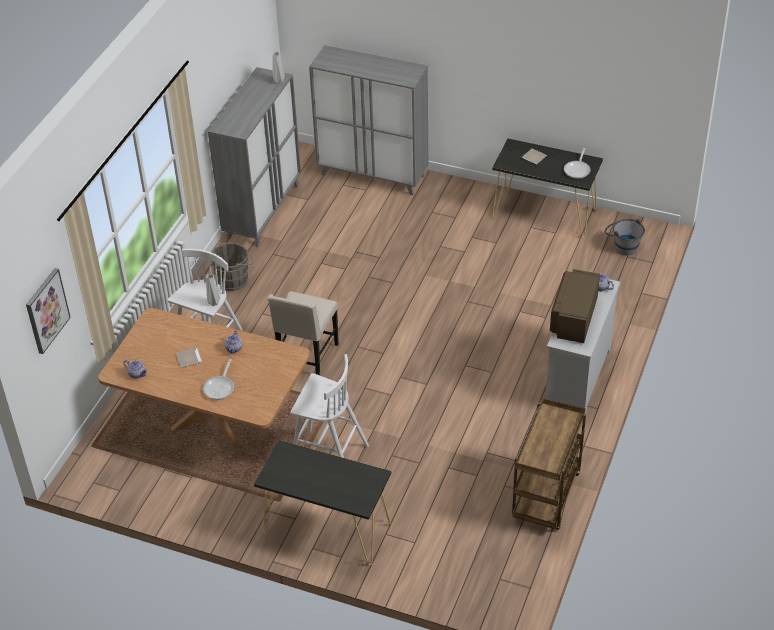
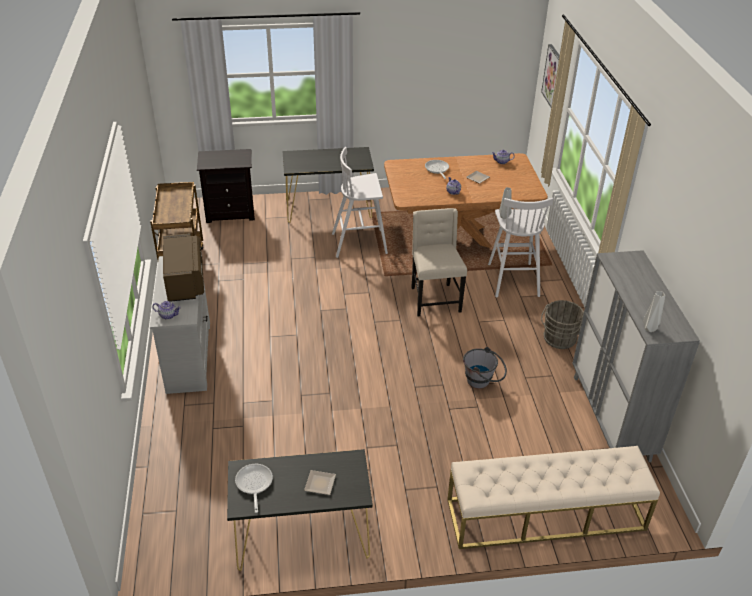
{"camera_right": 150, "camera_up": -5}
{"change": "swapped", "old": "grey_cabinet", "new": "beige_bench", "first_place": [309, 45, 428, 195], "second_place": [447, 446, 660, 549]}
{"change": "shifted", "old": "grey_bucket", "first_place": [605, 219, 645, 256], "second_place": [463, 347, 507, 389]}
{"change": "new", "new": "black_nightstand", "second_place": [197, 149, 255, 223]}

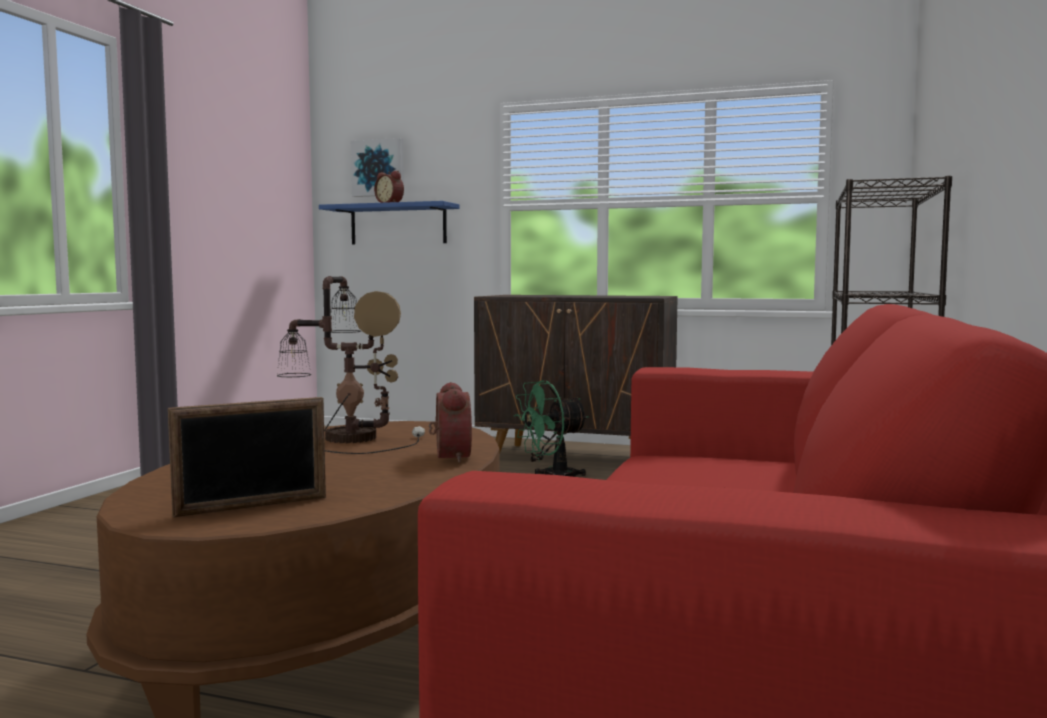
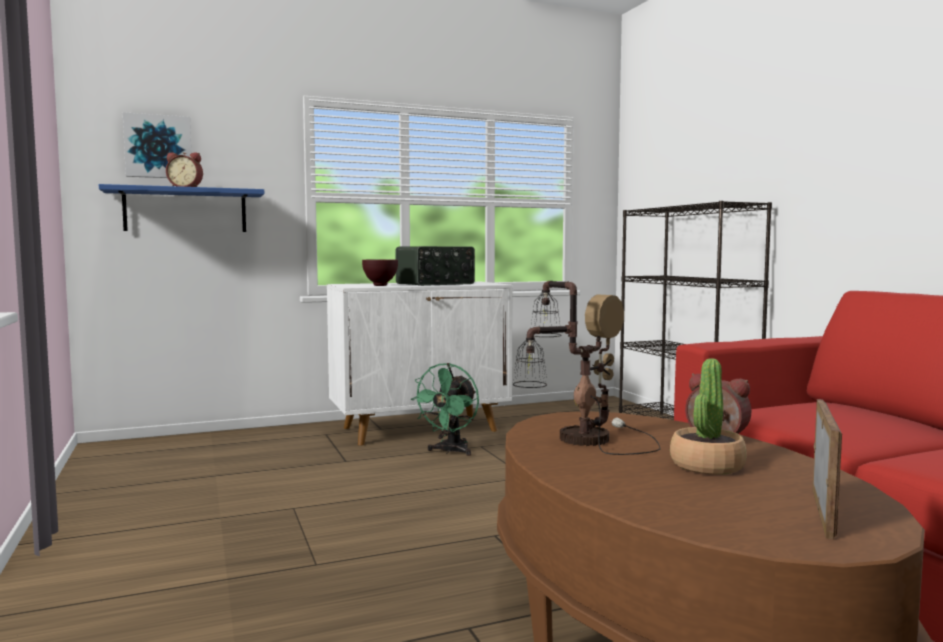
{"camera_right": -40, "camera_up": 0}
{"change": "repainted", "old": "brown_cabinet", "new": "white_cabinet", "first_place": [474, 295, 678, 454], "second_place": [327, 282, 513, 445]}
{"change": "new", "new": "radio", "second_place": [395, 246, 475, 286]}
{"change": "new", "new": "brown_bowl", "second_place": [362, 260, 398, 286]}
{"change": "new", "new": "potted_plant", "second_place": [670, 358, 747, 475]}

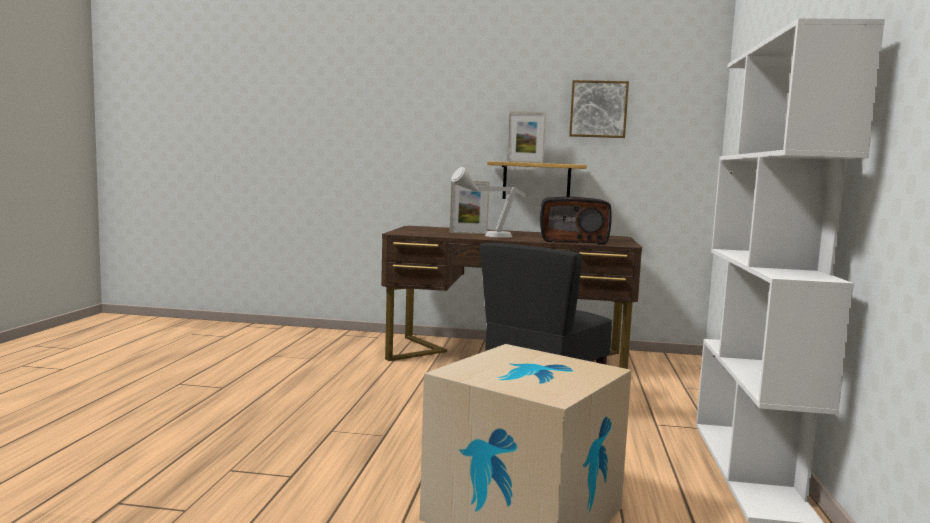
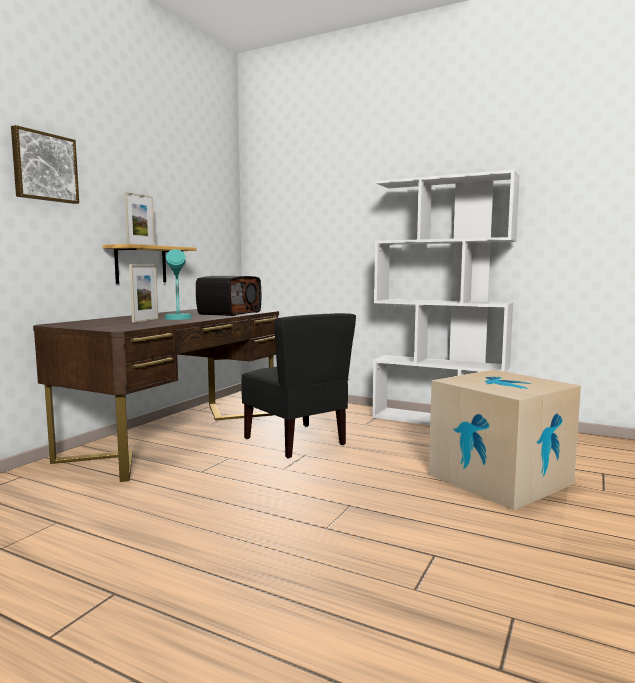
{"camera_right": -70, "camera_up": 0}
{"change": "shifted", "old": "picture", "first_place": [569, 80, 629, 138], "second_place": [11, 125, 79, 204]}
{"change": "repainted", "old": "grey_table_lamp", "new": "turquoise_table_lamp", "first_place": [451, 167, 526, 238], "second_place": [164, 249, 192, 320]}

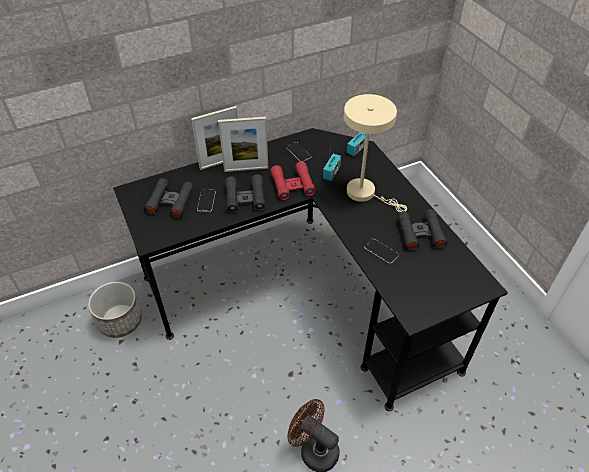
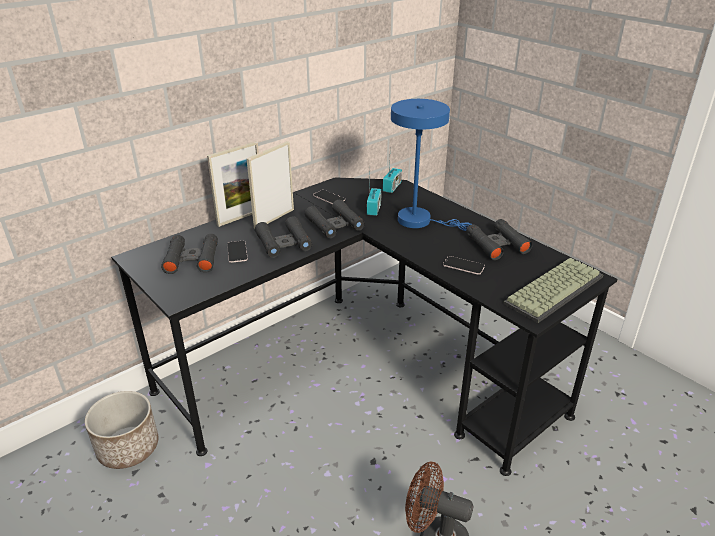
{"camera_right": -15, "camera_up": -15}
{"change": "repainted", "old": "beige_table_lamp", "new": "blue_table_lamp", "first_place": [344, 94, 407, 212], "second_place": [391, 99, 472, 231]}
{"change": "rotated", "old": "picture_frame", "first_place": [218, 117, 269, 172], "second_place": [247, 141, 294, 229], "degrees": 150}
{"change": "repainted", "old": "red_binoculars", "new": "black_binoculars", "first_place": [270, 161, 315, 200], "second_place": [305, 200, 365, 238]}
{"change": "new", "new": "keyboard", "second_place": [503, 258, 603, 323]}

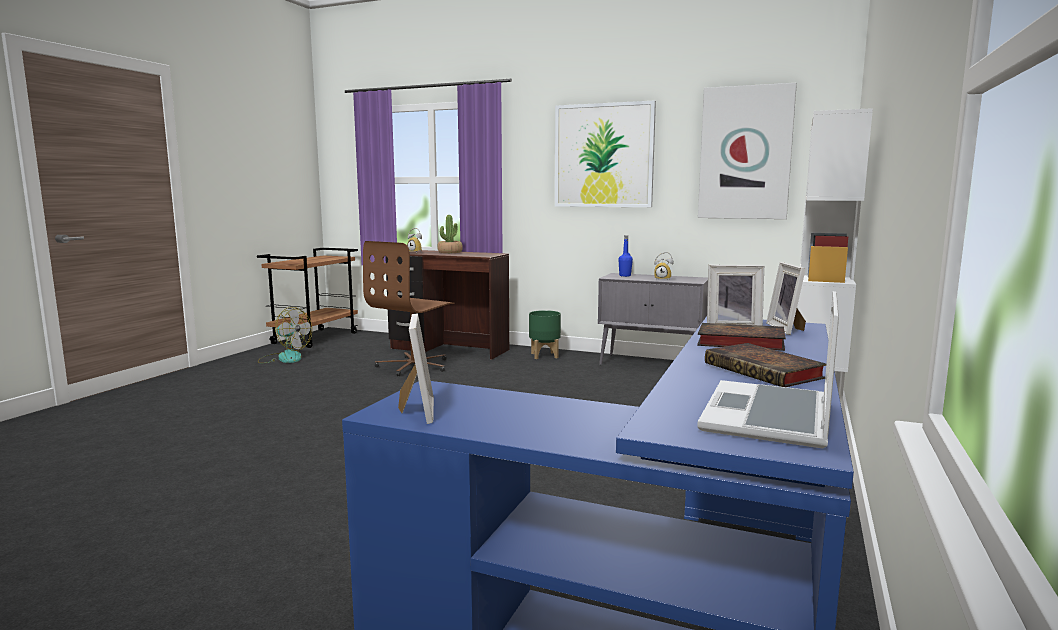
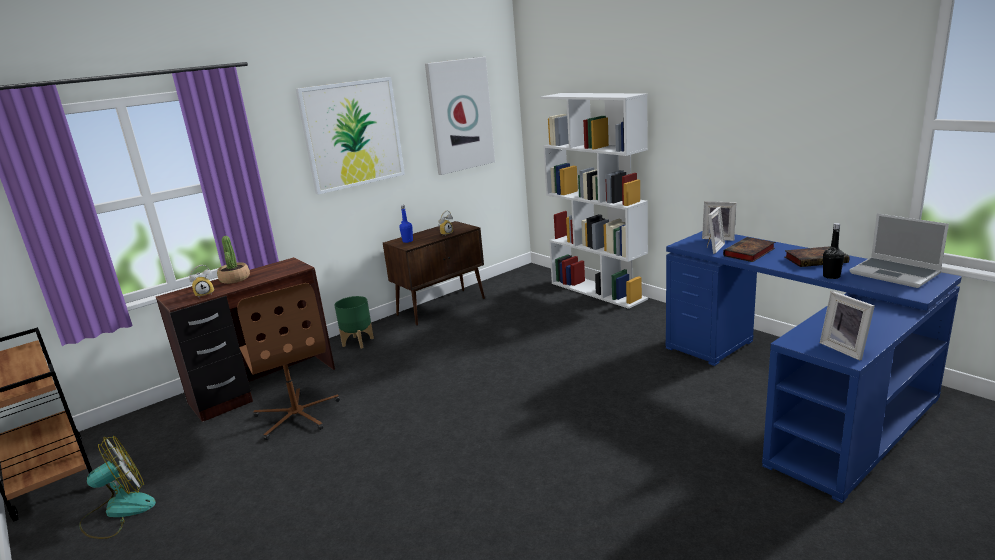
{"camera_right": -60, "camera_up": 10}
{"change": "repainted", "old": "grey_cabinet", "new": "brown_cabinet", "first_place": [598, 273, 708, 365], "second_place": [383, 221, 485, 326]}
{"change": "rotated", "old": "picture_frame", "first_place": [398, 313, 434, 424], "second_place": [820, 291, 875, 361], "degrees": -135}
{"change": "new", "new": "black_bottle", "second_place": [823, 223, 845, 279]}

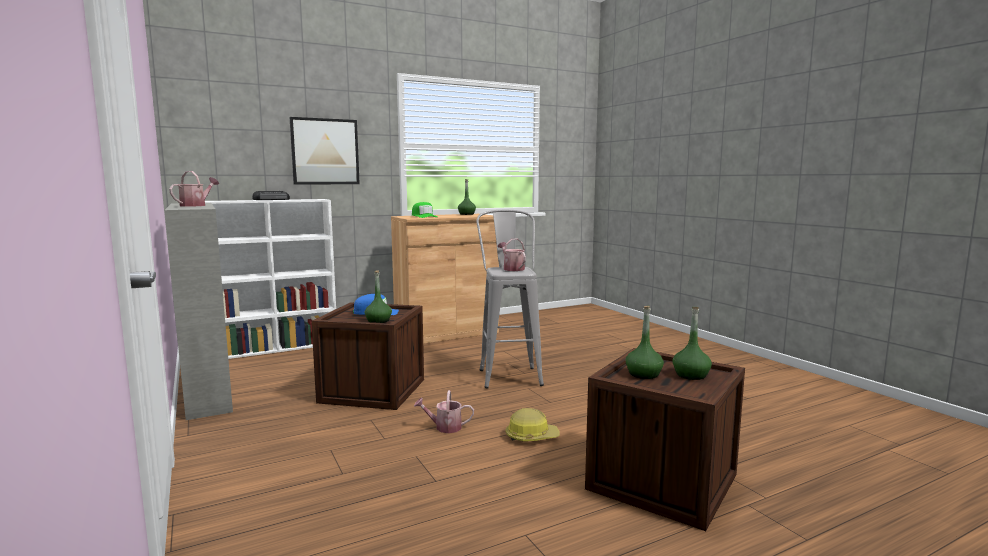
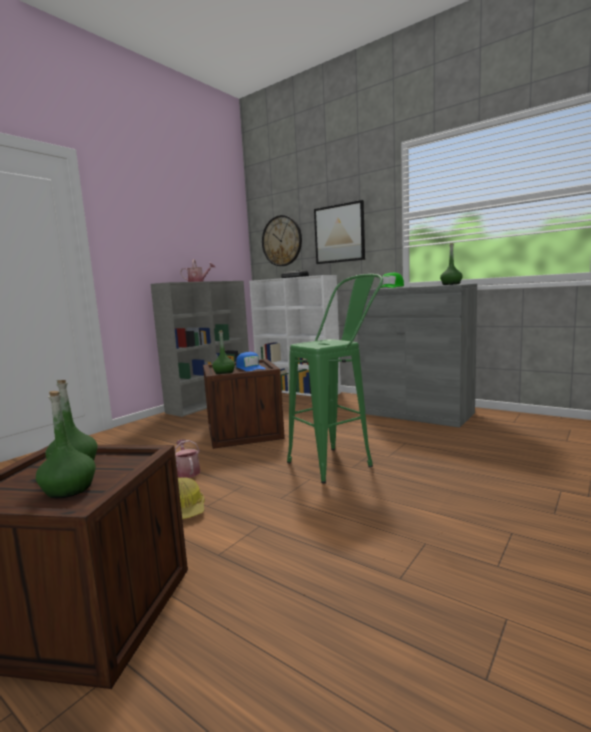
{"camera_right": 65, "camera_up": 0}
{"change": "repainted", "old": "grey_stool", "new": "green_stool", "first_place": [476, 210, 544, 389], "second_place": [287, 274, 383, 483]}
{"change": "repainted", "old": "brown_cabinet", "new": "grey_cabinet", "first_place": [391, 214, 499, 344], "second_place": [357, 284, 477, 428]}
{"change": "gone", "old": "watering_can", "first_place": [498, 239, 526, 271]}
{"change": "new", "new": "wall_clock", "second_place": [262, 215, 302, 266]}

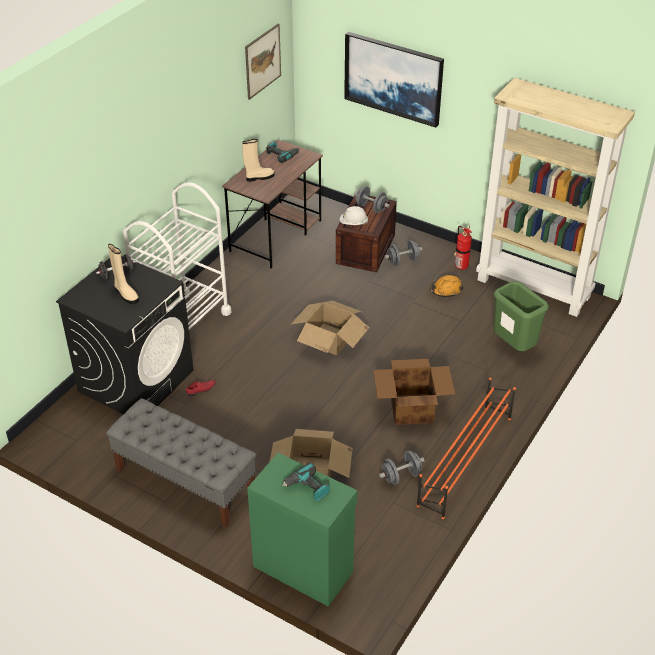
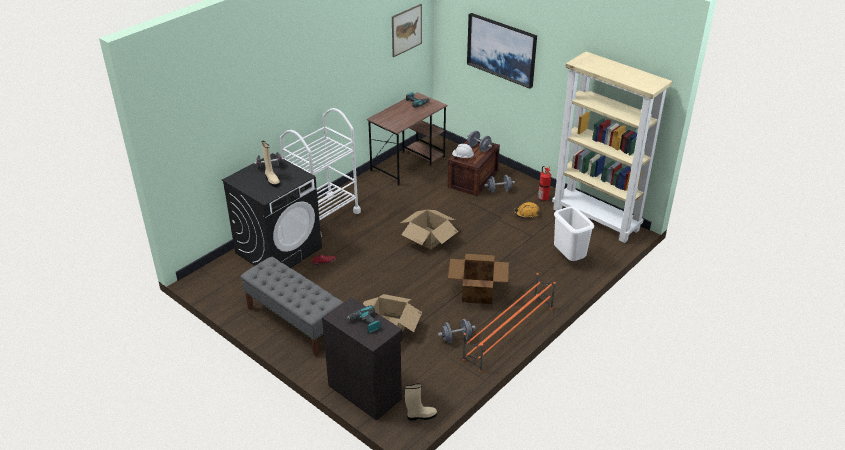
{"camera_right": 10, "camera_up": -5}
{"change": "shifted", "old": "beige_boot", "first_place": [242, 139, 275, 182], "second_place": [405, 383, 437, 420]}
{"change": "repainted", "old": "green_trash_can", "new": "white_trash_can", "first_place": [494, 281, 549, 351], "second_place": [554, 206, 594, 261]}
{"change": "repainted", "old": "green_cabinet", "new": "black_cabinet", "first_place": [247, 453, 357, 607], "second_place": [322, 297, 403, 421]}

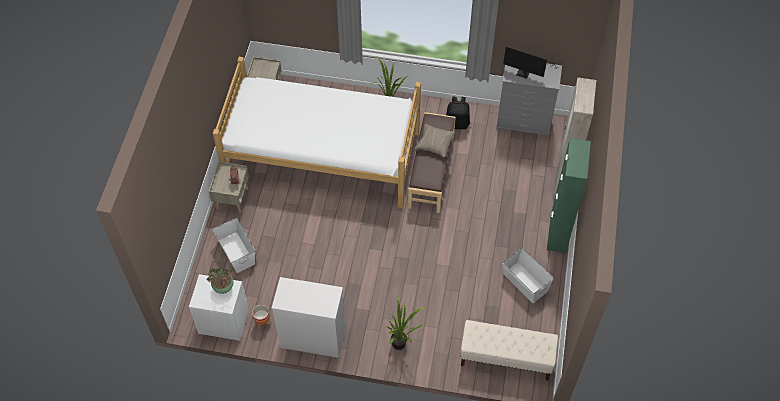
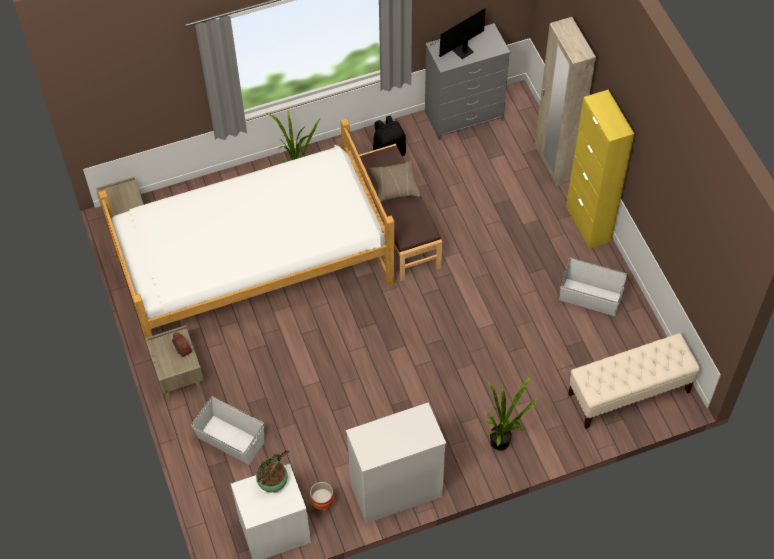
{"camera_right": -30, "camera_up": 0}
{"change": "rotated", "old": "monitor", "first_place": [503, 47, 555, 79], "second_place": [433, 8, 486, 59], "degrees": 150}
{"change": "repainted", "old": "green_cabinet", "new": "yellow_cabinet", "first_place": [547, 138, 591, 253], "second_place": [566, 90, 634, 249]}

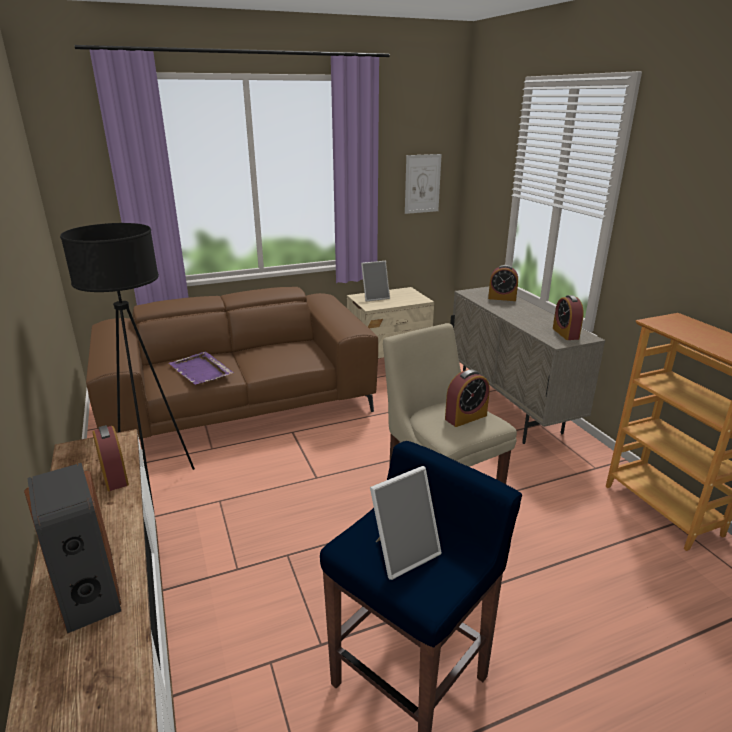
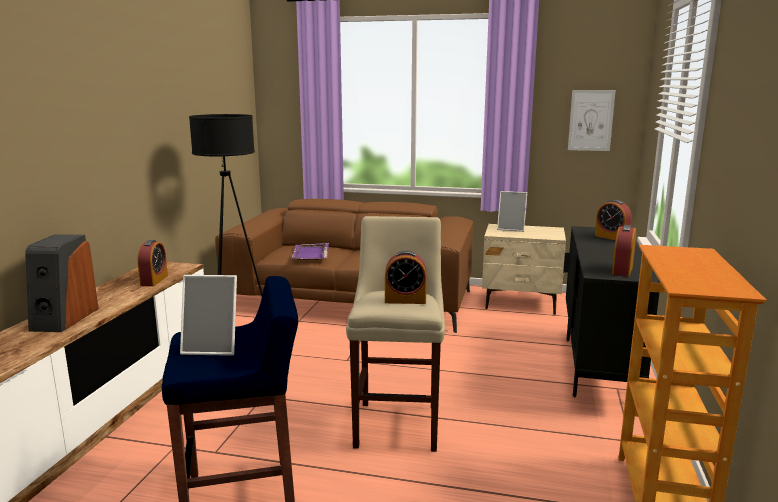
{"camera_right": 35, "camera_up": -10}
{"change": "repainted", "old": "beige_cabinet", "new": "black_cabinet", "first_place": [450, 286, 605, 444], "second_place": [563, 226, 660, 397]}

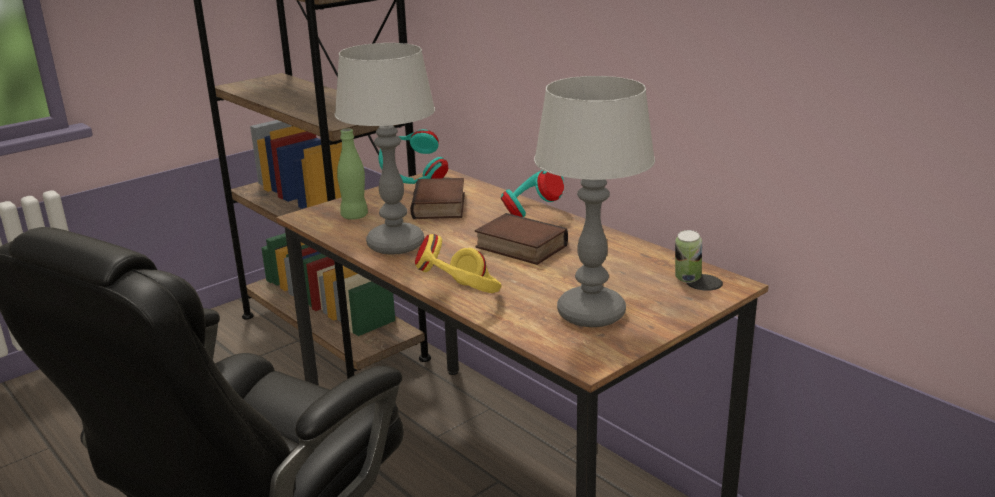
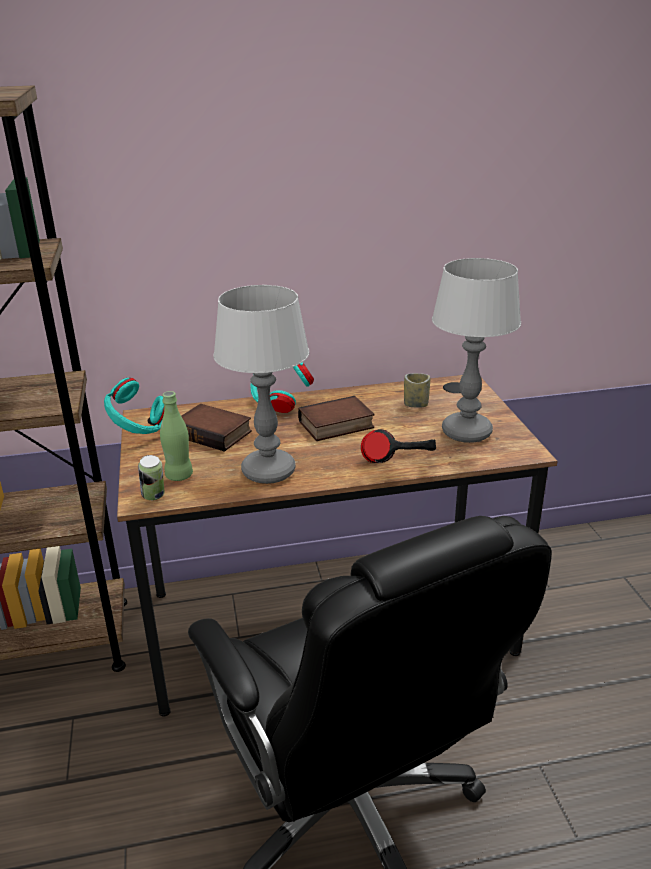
{"camera_right": -60, "camera_up": 5}
{"change": "shifted", "old": "can", "first_place": [675, 230, 702, 283], "second_place": [138, 455, 165, 500]}
{"change": "repainted", "old": "yellow_headphones", "new": "black_headphones", "first_place": [415, 234, 502, 293], "second_place": [361, 429, 436, 463]}
{"change": "new", "new": "cup", "second_place": [404, 373, 430, 407]}

